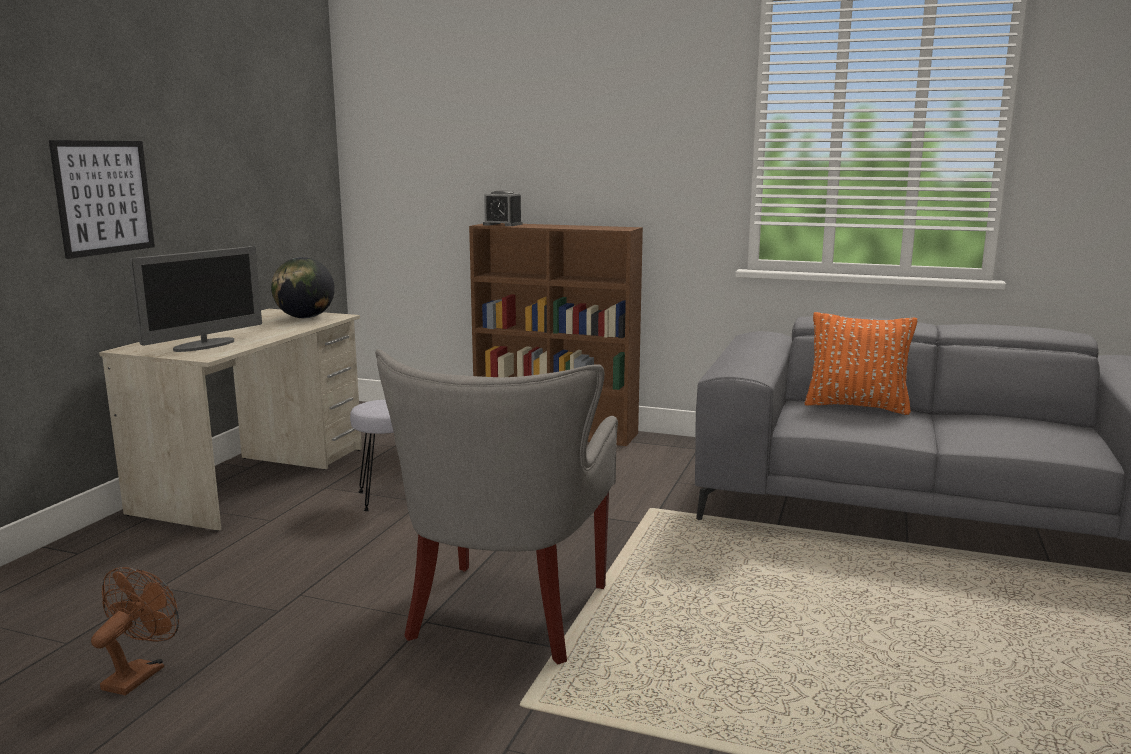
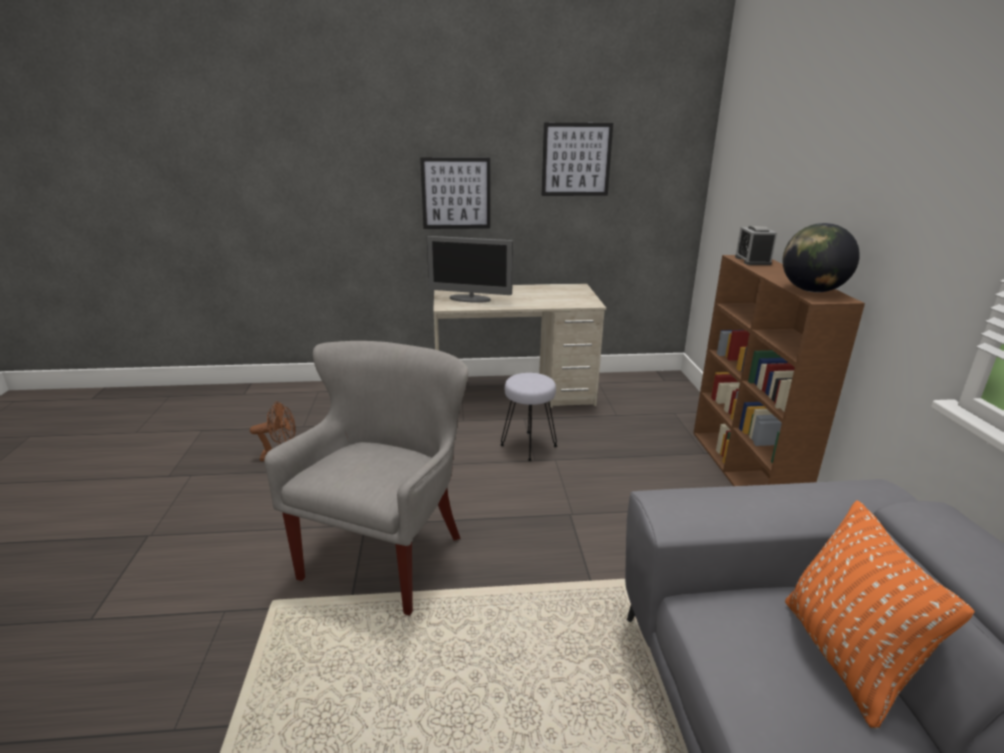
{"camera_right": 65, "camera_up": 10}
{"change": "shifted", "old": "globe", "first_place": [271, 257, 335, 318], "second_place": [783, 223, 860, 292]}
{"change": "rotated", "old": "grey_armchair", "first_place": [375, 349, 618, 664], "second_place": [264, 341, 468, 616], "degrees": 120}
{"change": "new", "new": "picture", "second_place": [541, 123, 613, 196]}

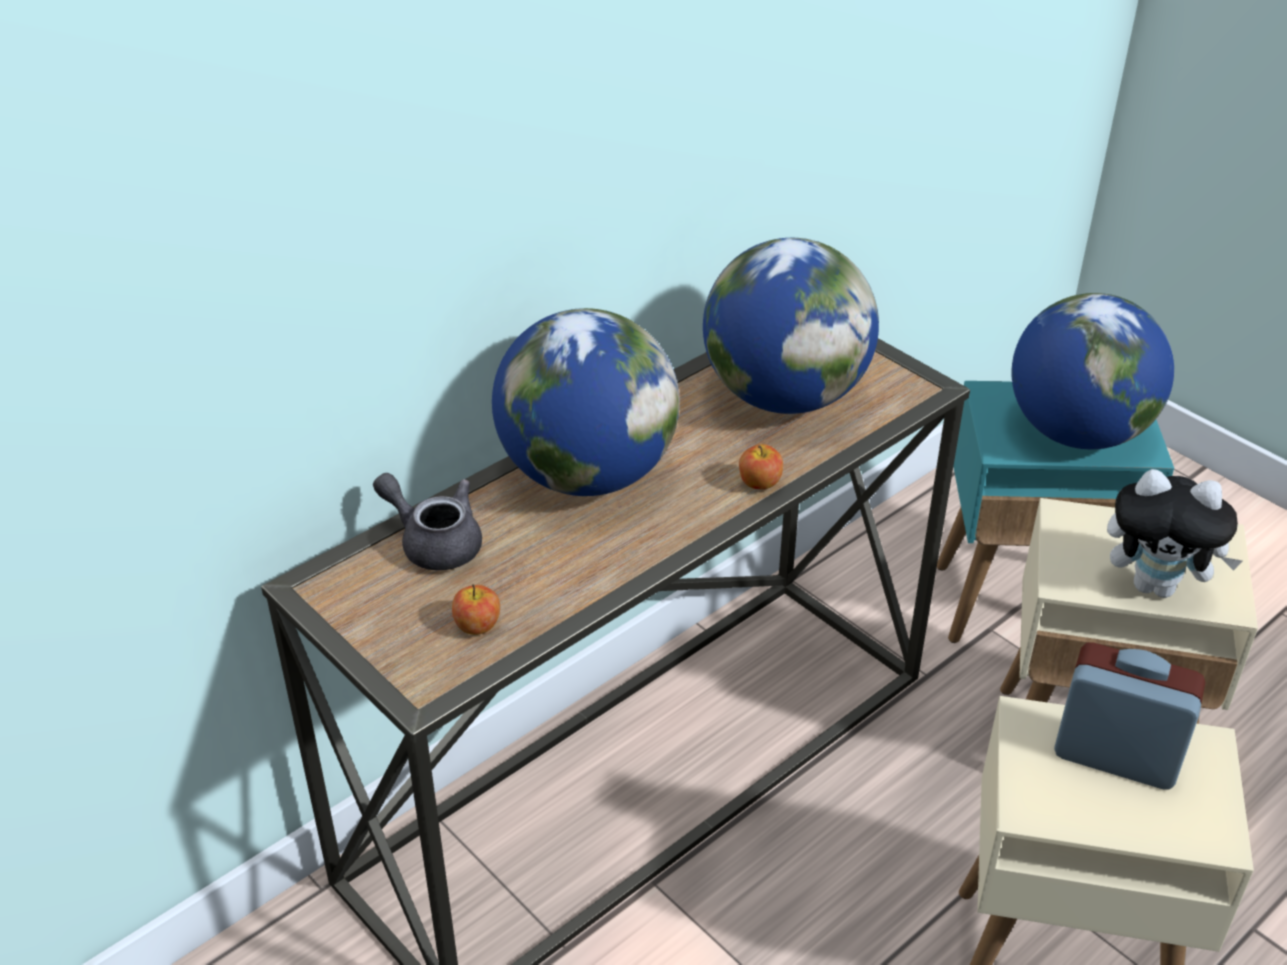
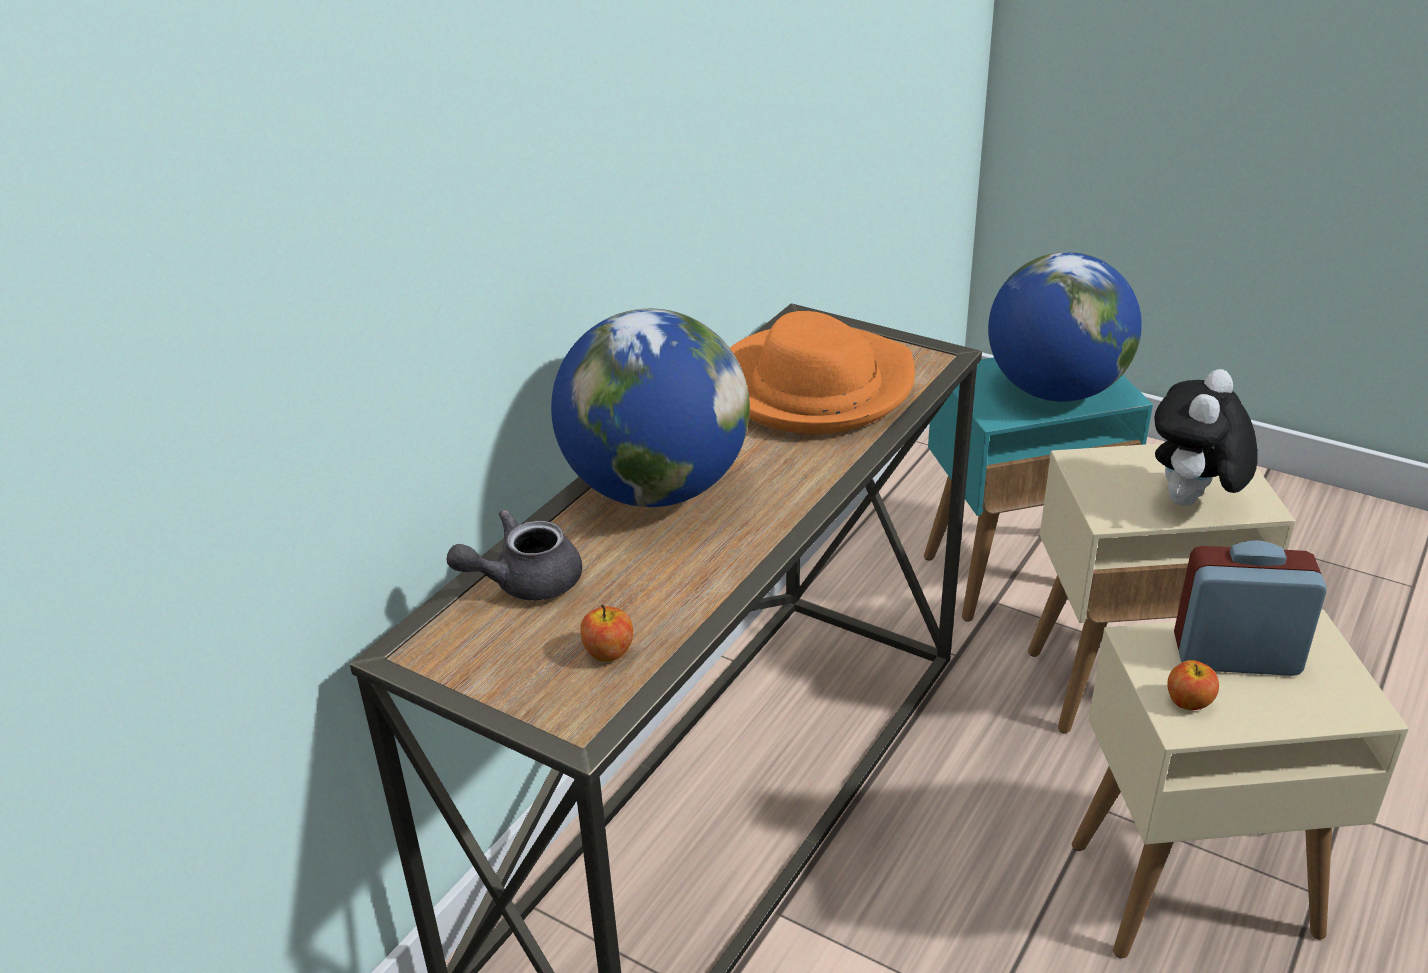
{"camera_right": -15, "camera_up": -5}
{"change": "swapped", "old": "globe", "new": "orange_hat", "first_place": [703, 238, 879, 414], "second_place": [730, 311, 915, 434]}
{"change": "shifted", "old": "apple", "first_place": [739, 444, 783, 489], "second_place": [1167, 660, 1219, 710]}
{"change": "rotated", "old": "plush_toy", "first_place": [1107, 469, 1242, 598], "second_place": [1154, 369, 1258, 506], "degrees": 120}
{"change": "rotated", "old": "grey_teapot", "first_place": [373, 473, 482, 570], "second_place": [446, 510, 582, 601], "degrees": -45}

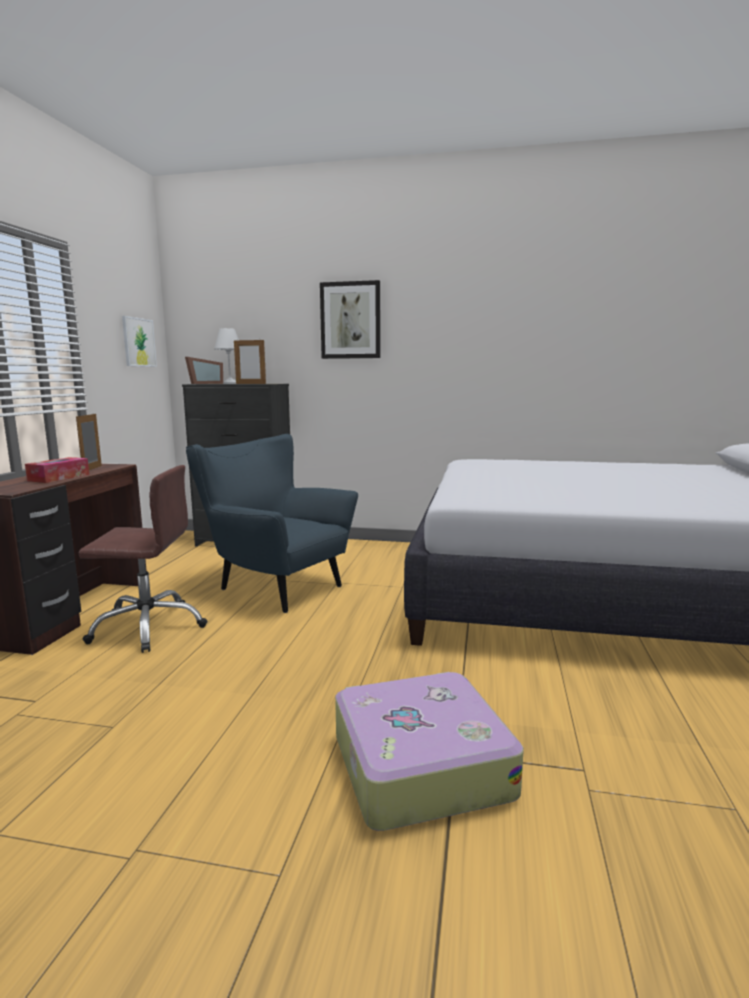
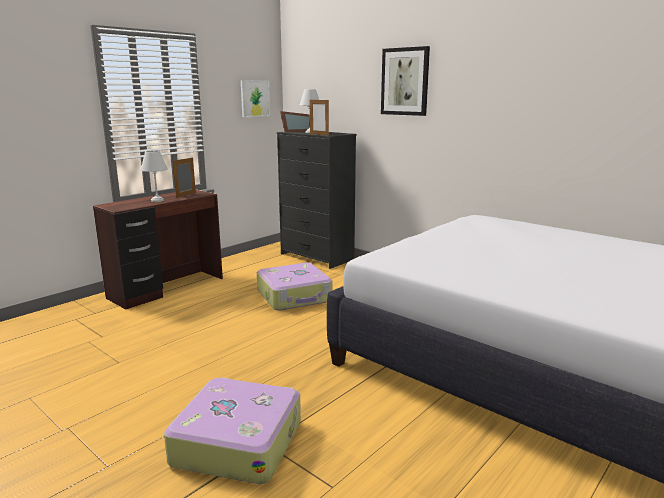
{"camera_right": 30, "camera_up": 5}
{"change": "swapped", "old": "blue_armchair", "new": "suitcase", "first_place": [186, 434, 358, 613], "second_place": [257, 263, 333, 311]}
{"change": "swapped", "old": "tissue_box", "new": "white_table_lamp", "first_place": [25, 457, 89, 483], "second_place": [141, 150, 168, 202]}
{"change": "gone", "old": "brown_office_chair", "first_place": [79, 465, 207, 653]}

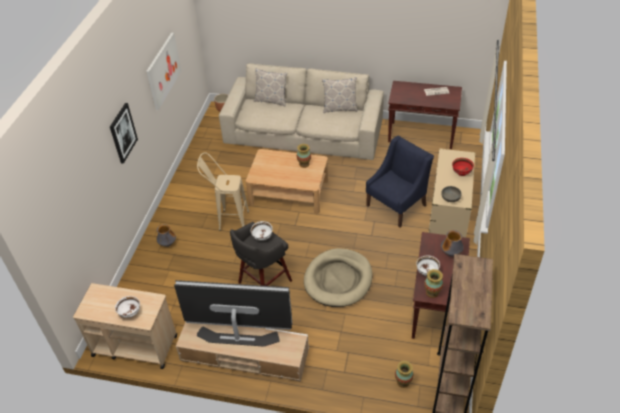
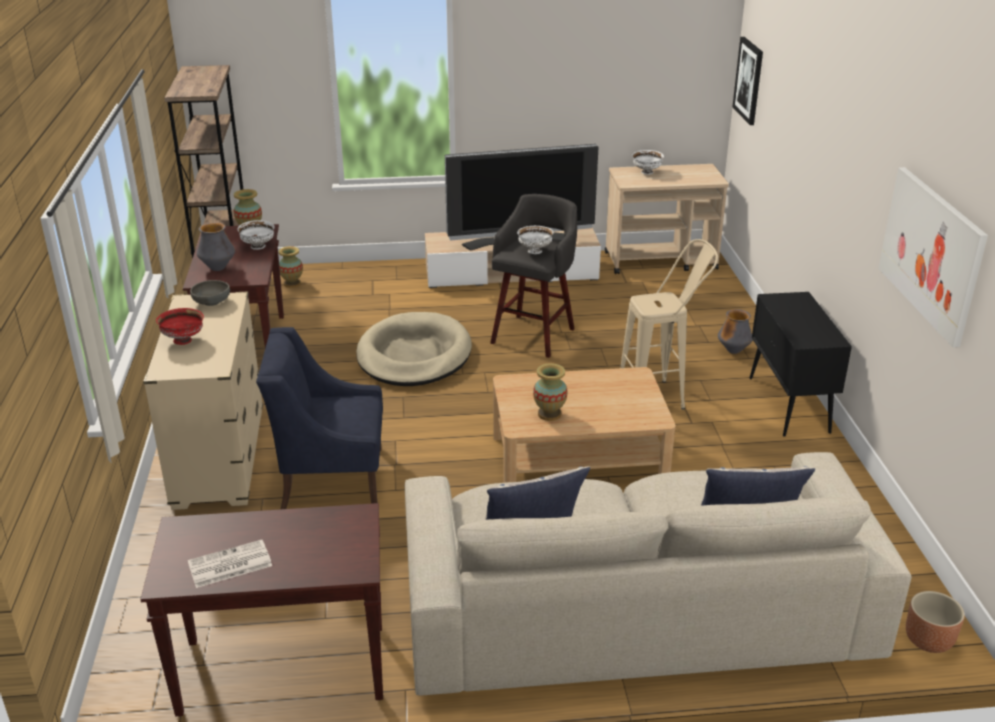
{"camera_right": 160, "camera_up": -15}
{"change": "shifted", "old": "picture", "first_place": [110, 103, 138, 164], "second_place": [732, 37, 763, 125]}
{"change": "rotated", "old": "blue_armchair", "first_place": [366, 136, 434, 227], "second_place": [256, 327, 383, 509], "degrees": 60}
{"change": "new", "new": "black_cabinet", "second_place": [749, 292, 852, 437]}

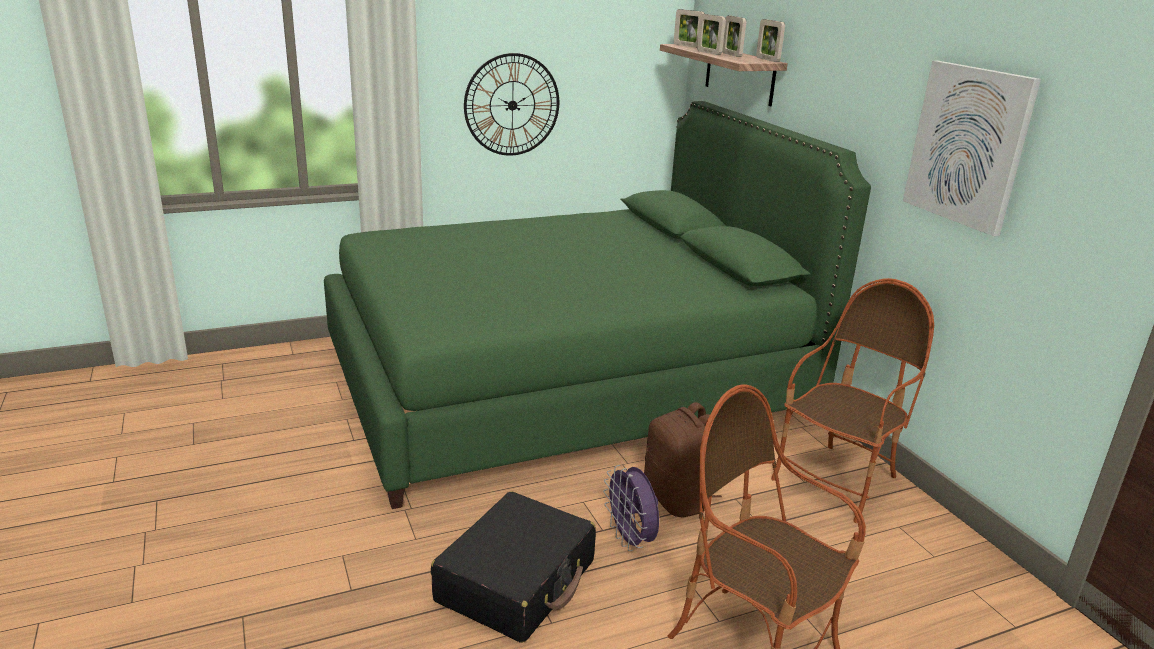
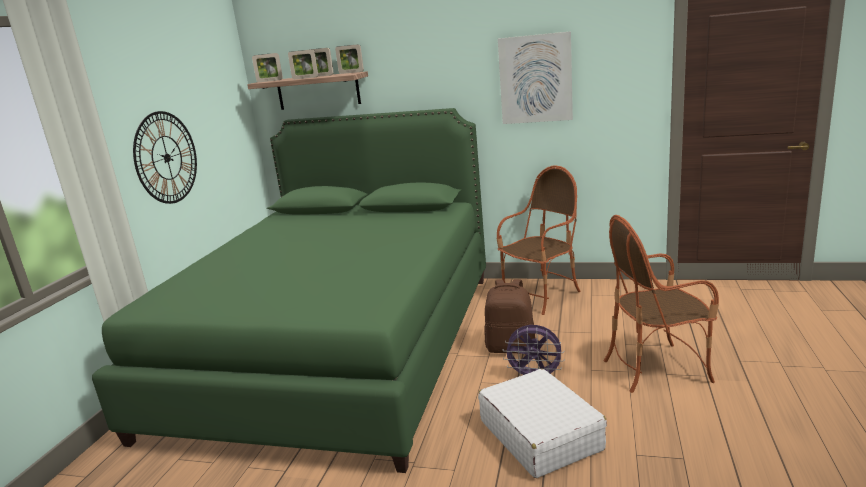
{"camera_right": -50, "camera_up": -5}
{"change": "rotated", "old": "armchair", "first_place": [771, 278, 934, 523], "second_place": [497, 165, 581, 315], "degrees": 60}
{"change": "repainted", "old": "black_suitcase", "new": "white_suitcase", "first_place": [431, 491, 596, 643], "second_place": [478, 369, 607, 478]}

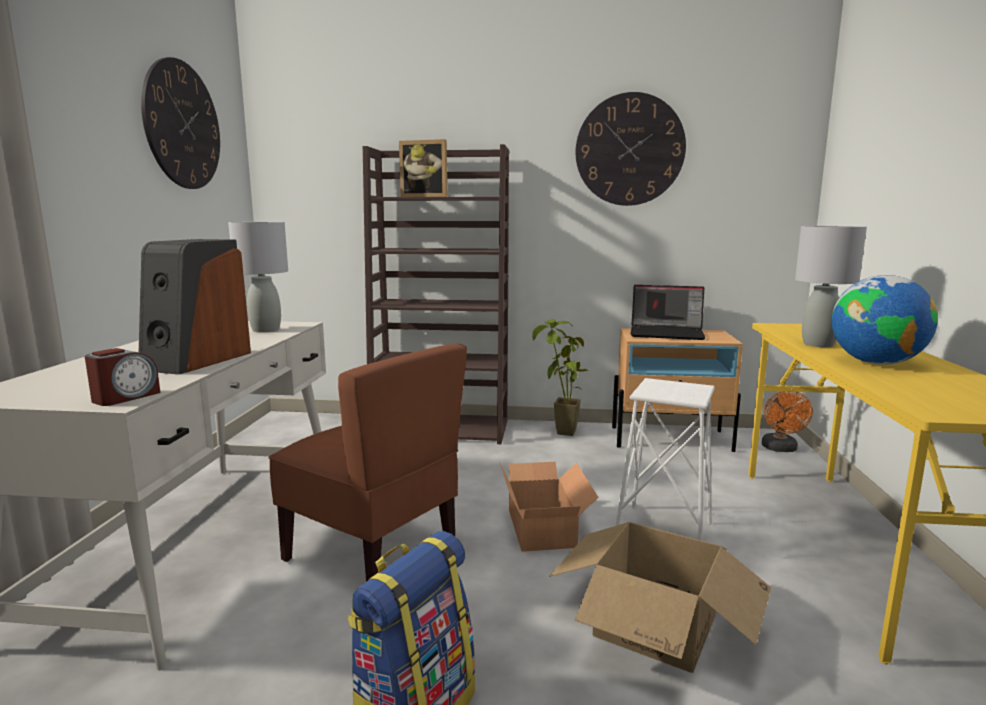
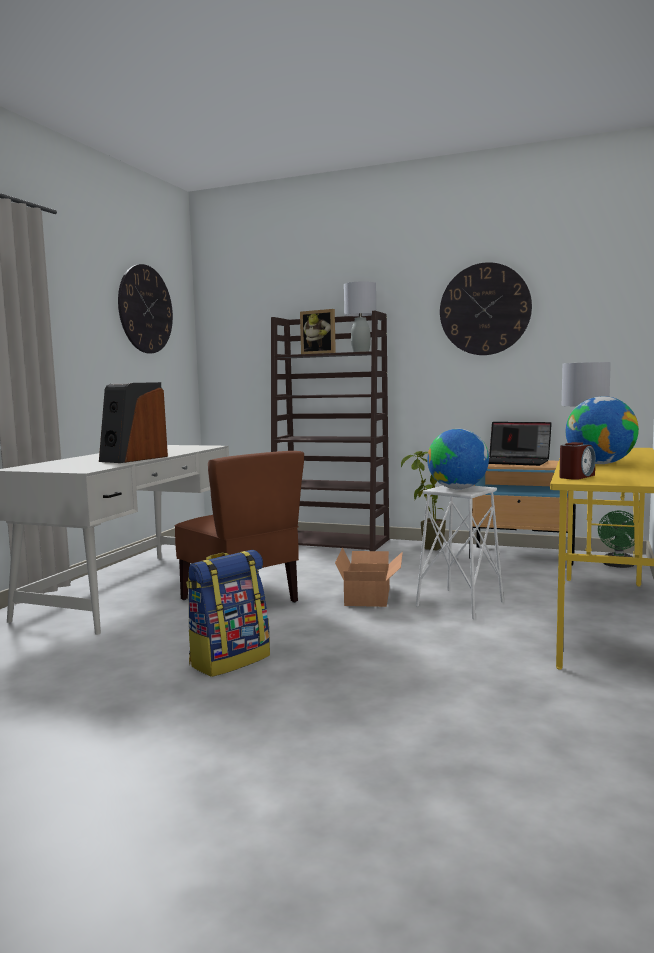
{"camera_right": 15, "camera_up": -5}
{"change": "shifted", "old": "grey_table_lamp", "first_place": [228, 222, 288, 332], "second_place": [344, 281, 376, 352]}
{"change": "shifted", "old": "alarm_clock", "first_place": [85, 348, 160, 406], "second_place": [559, 442, 596, 480]}
{"change": "repainted", "old": "orange_fan", "new": "green_fan", "first_place": [761, 391, 813, 452], "second_place": [598, 511, 634, 568]}
{"change": "gone", "old": "cardboard_box", "first_place": [549, 522, 771, 673]}
{"change": "new", "new": "globe", "second_place": [427, 429, 489, 489]}

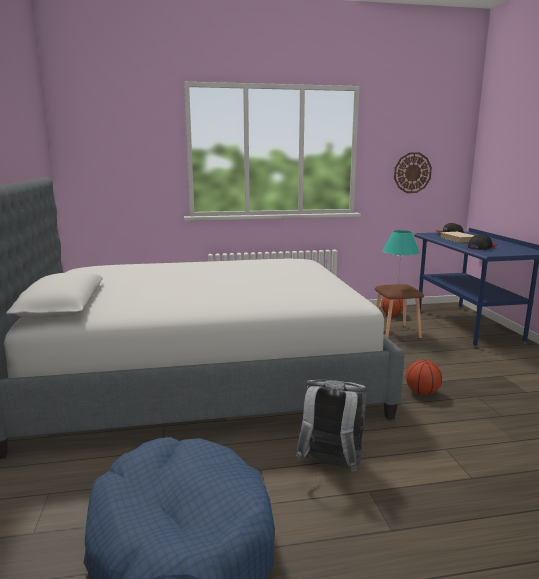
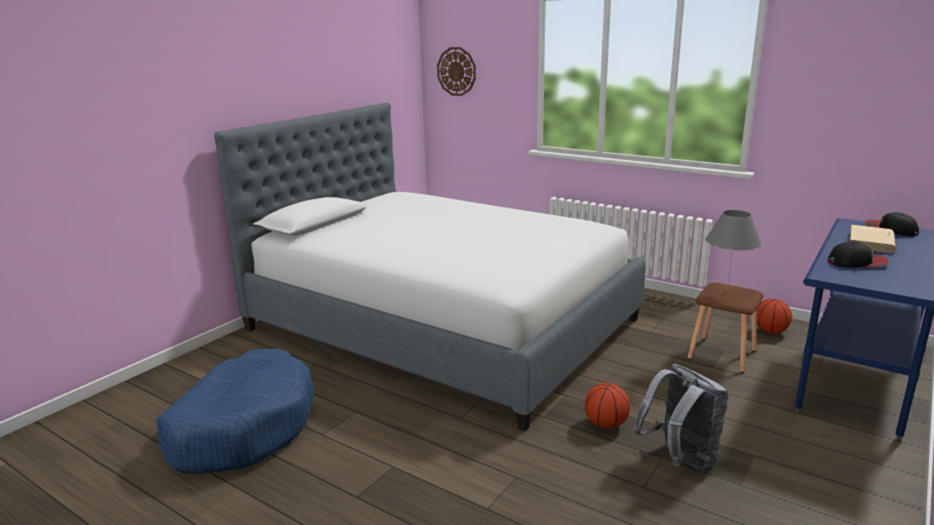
{"camera_right": 45, "camera_up": 5}
{"change": "shifted", "old": "wall_clock", "first_place": [394, 152, 432, 193], "second_place": [437, 47, 476, 96]}
{"change": "repainted", "old": "turquoise_table_lamp", "new": "grey_table_lamp", "first_place": [382, 230, 420, 285], "second_place": [705, 210, 762, 290]}
{"change": "shifted", "old": "grey_backpack", "first_place": [296, 380, 367, 471], "second_place": [634, 364, 729, 472]}

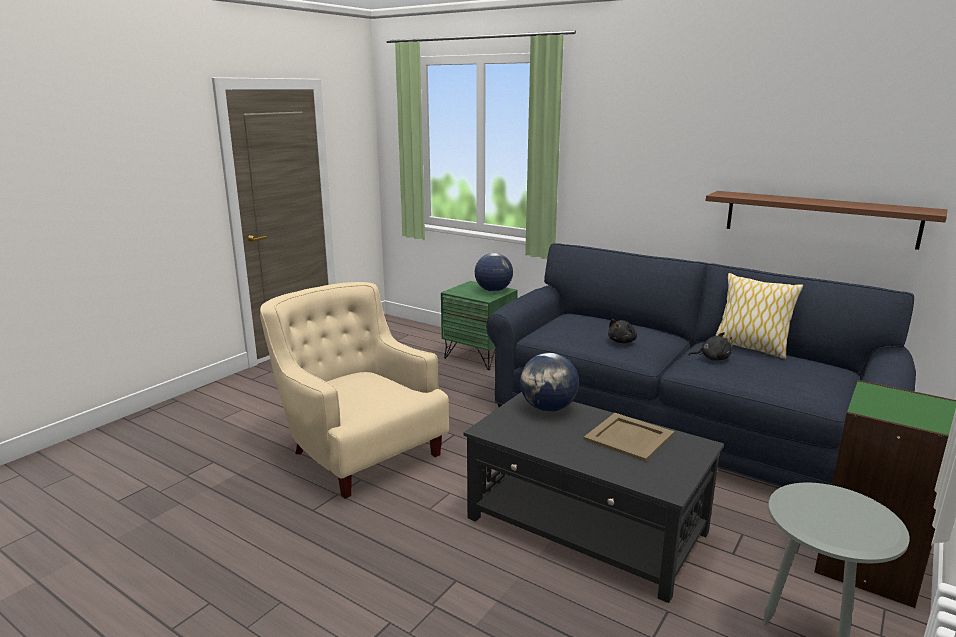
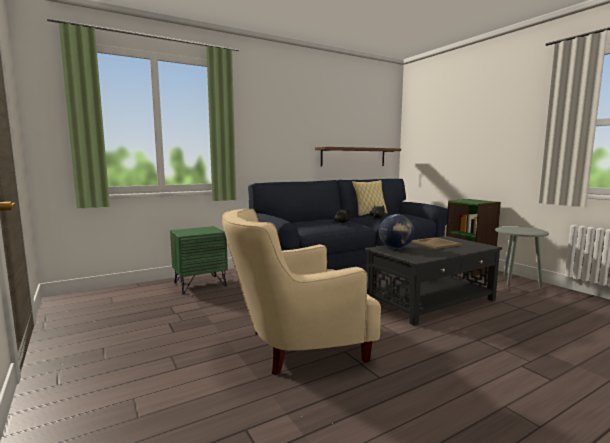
{"camera_right": -65, "camera_up": -10}
{"change": "gone", "old": "globe", "first_place": [475, 253, 513, 292]}

